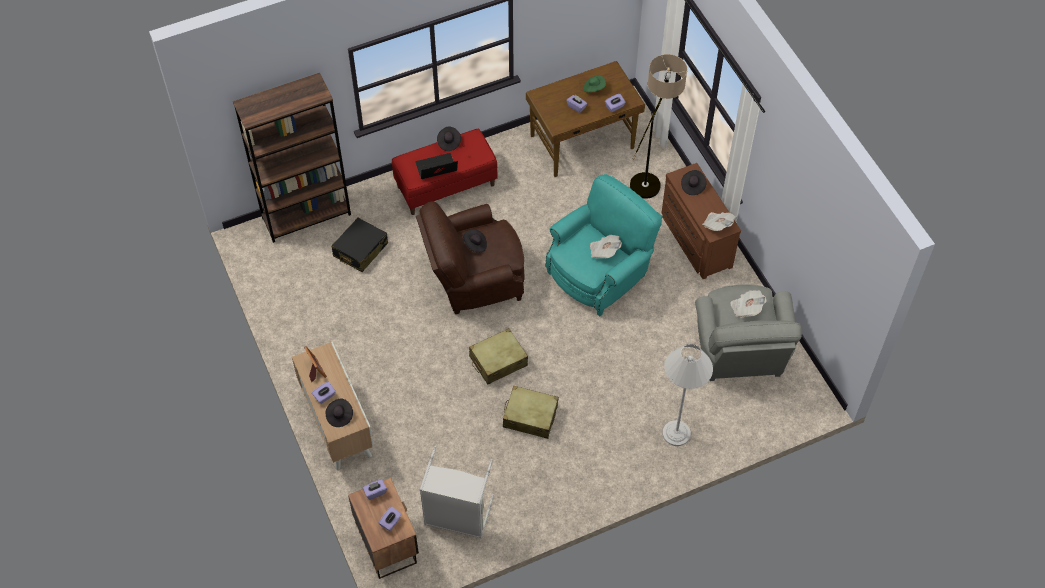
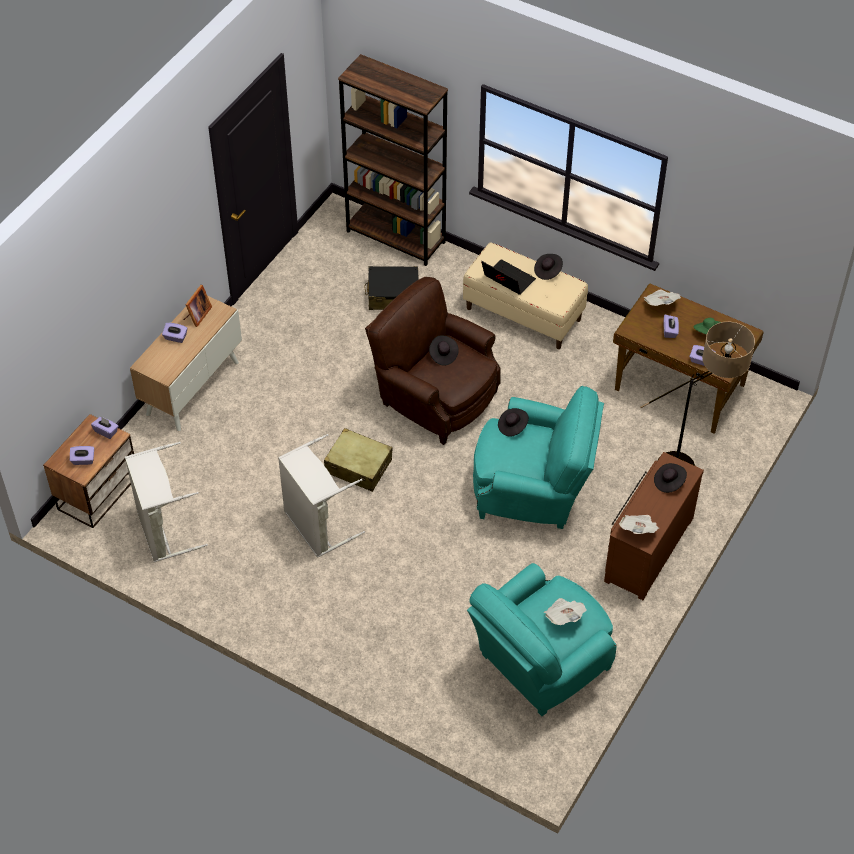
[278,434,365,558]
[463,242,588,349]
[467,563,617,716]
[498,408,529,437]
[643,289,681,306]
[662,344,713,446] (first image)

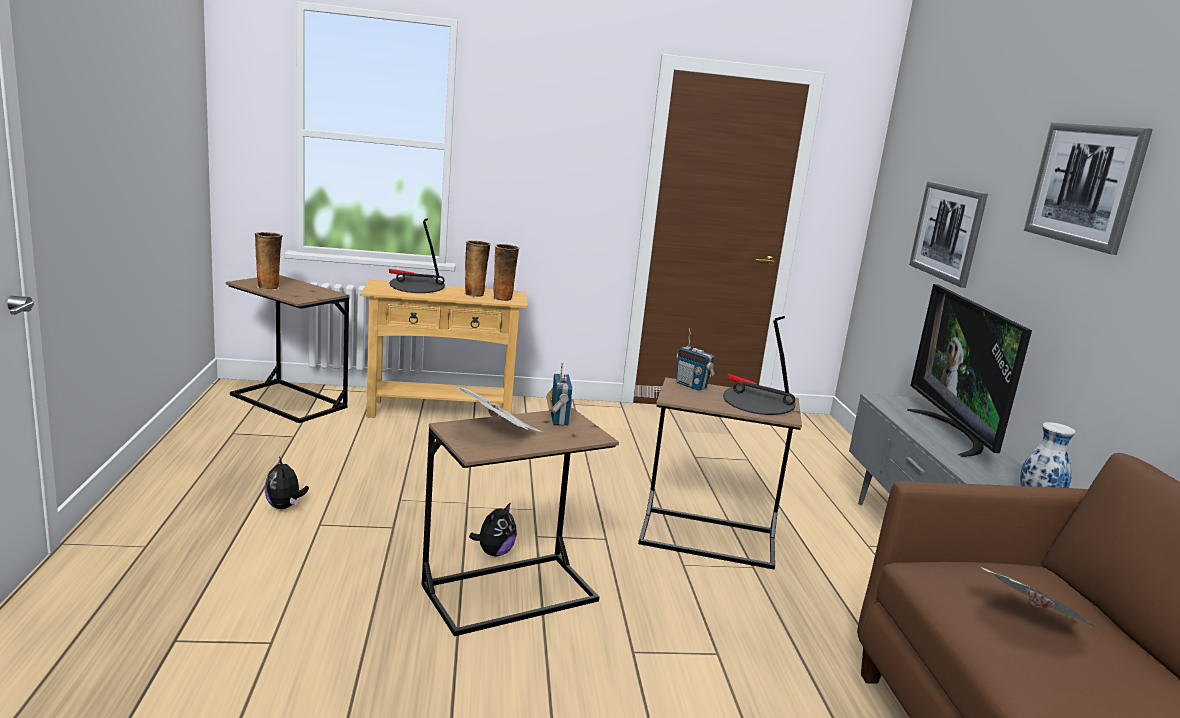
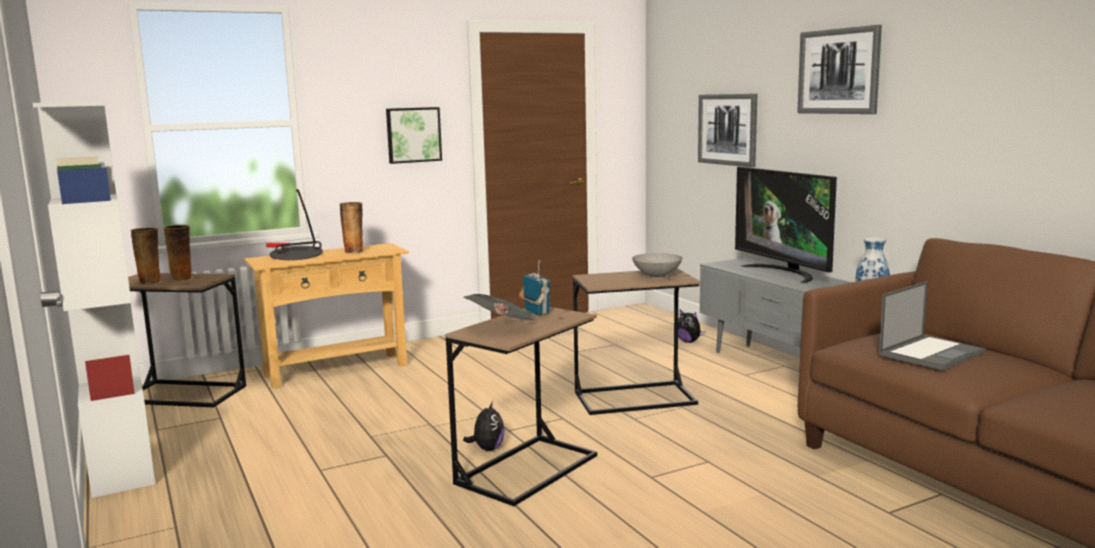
[33,101,155,498]
[163,225,192,281]
[386,107,442,164]
[632,253,682,278]
[678,310,705,343]
[879,281,986,370]
[676,328,715,391] (first image)

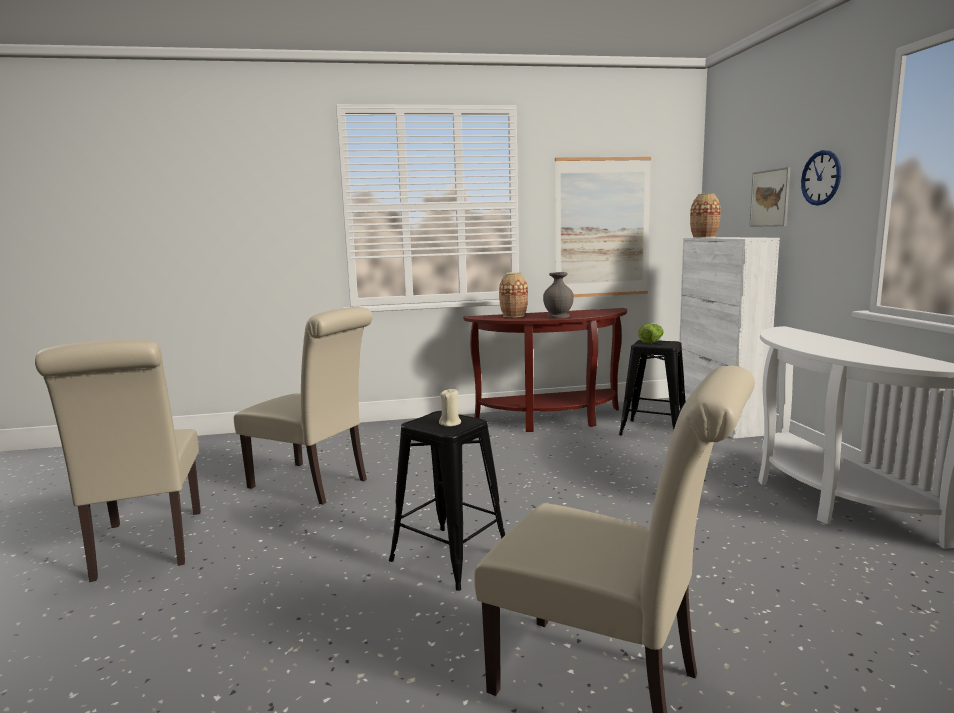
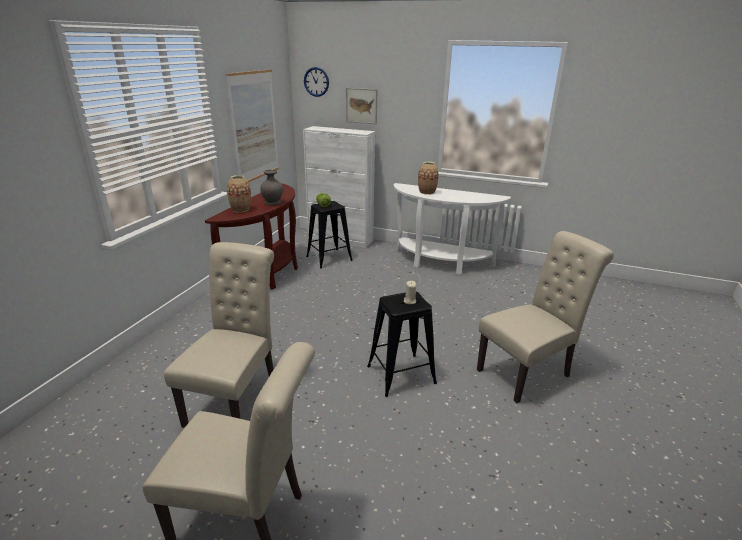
[164,242,274,428]
[304,67,329,97]
[418,162,438,195]

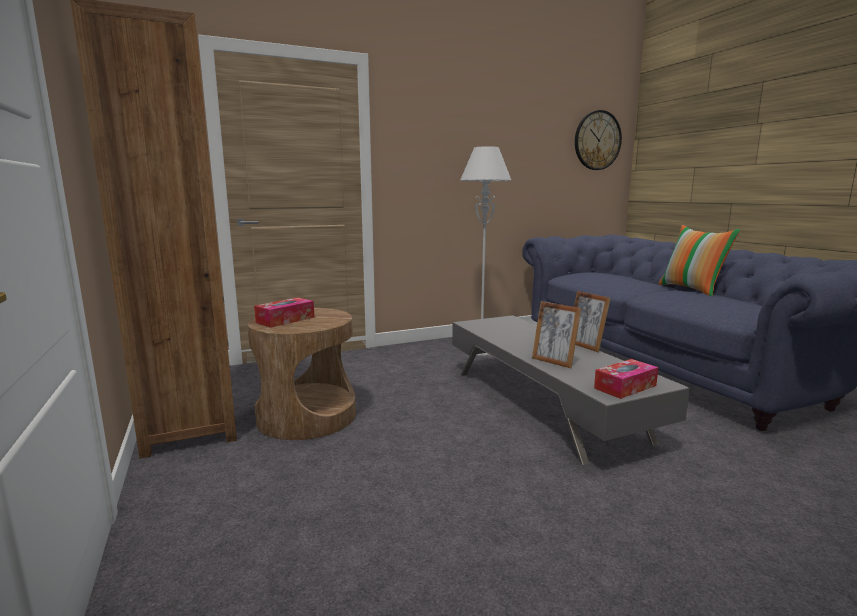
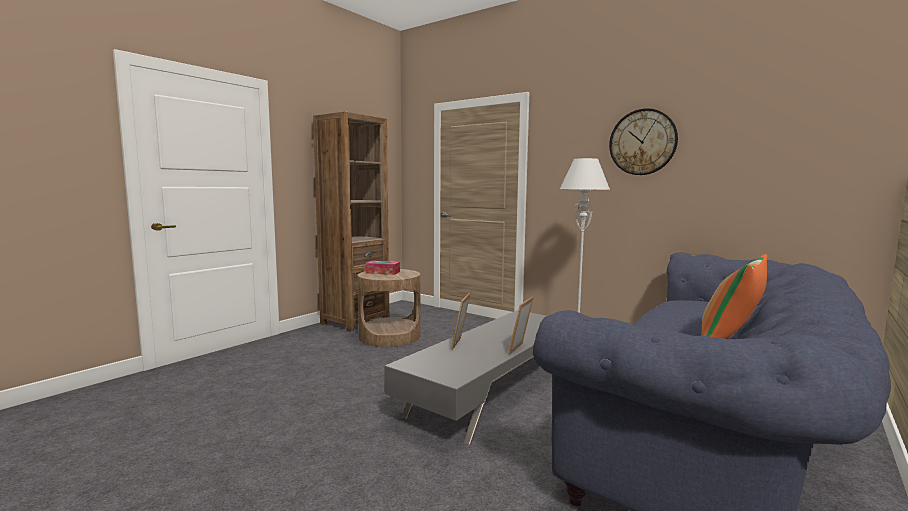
[609,108,678,175]
[594,359,658,399] (first image)

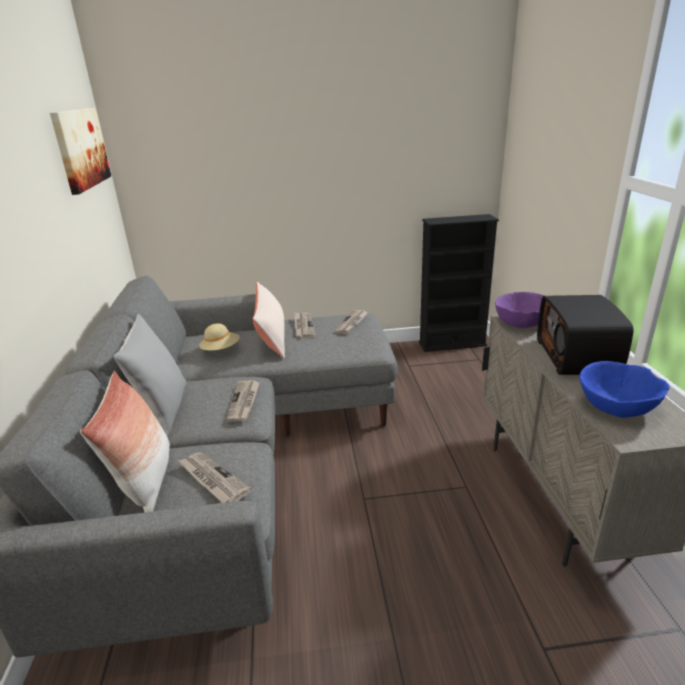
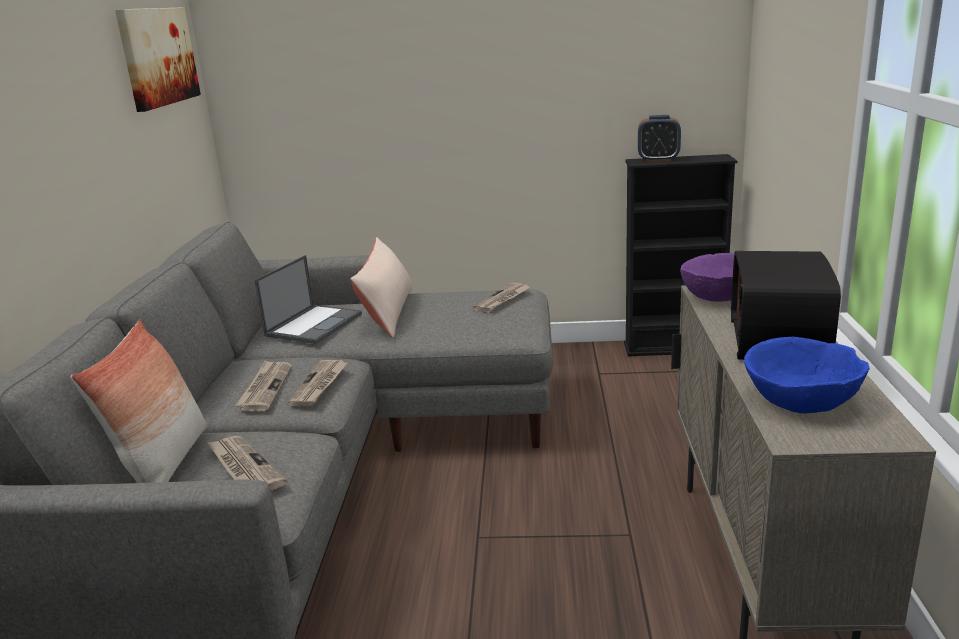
[235,360,292,411]
[255,255,362,344]
[638,115,681,162]
[114,314,187,437] (first image)

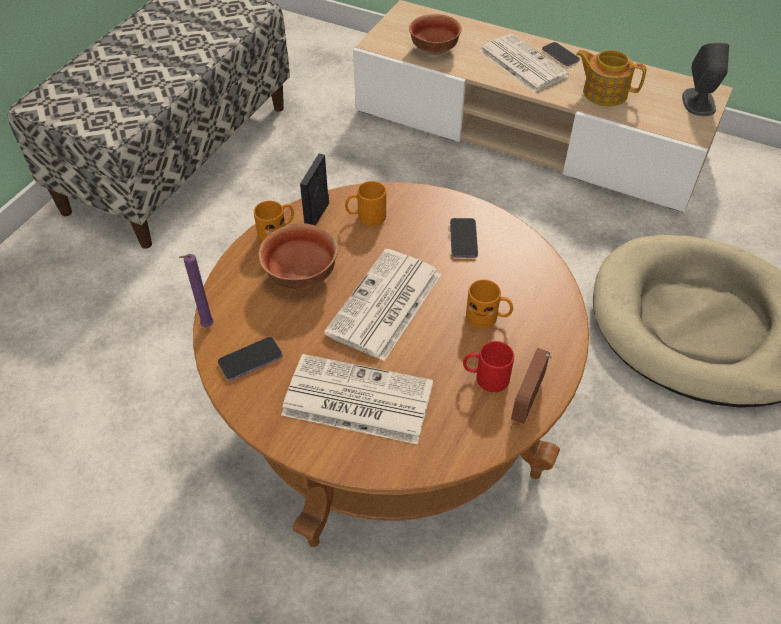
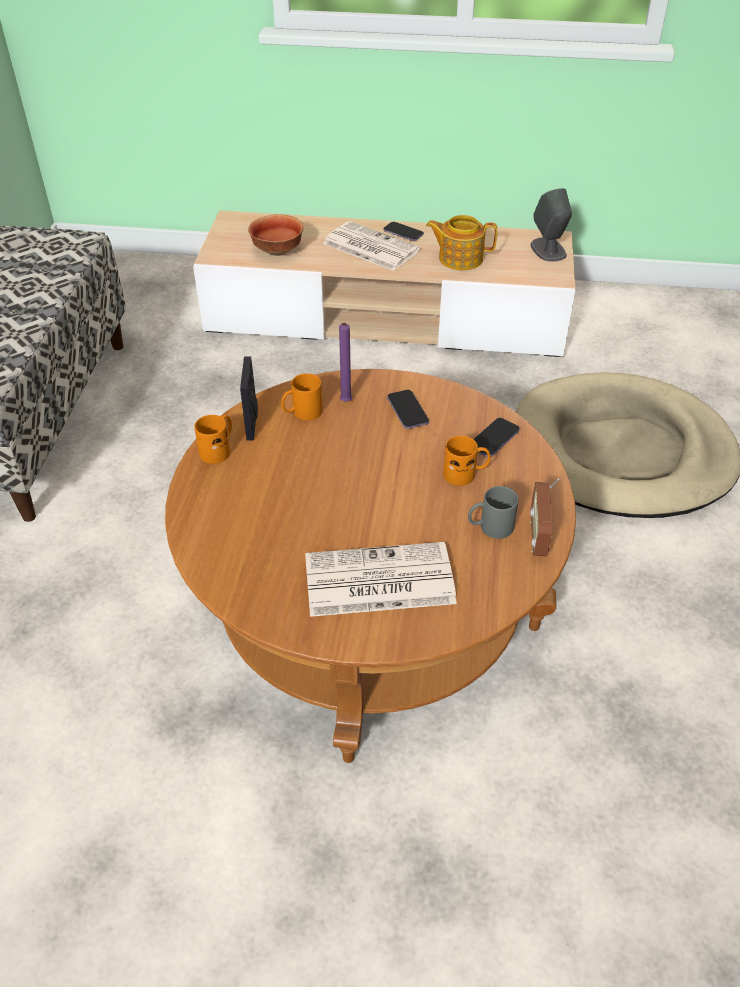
[339,323,352,402]
[468,486,518,539]
[473,418,520,457]
[258,223,338,289] (first image)
[324,249,441,361] (first image)

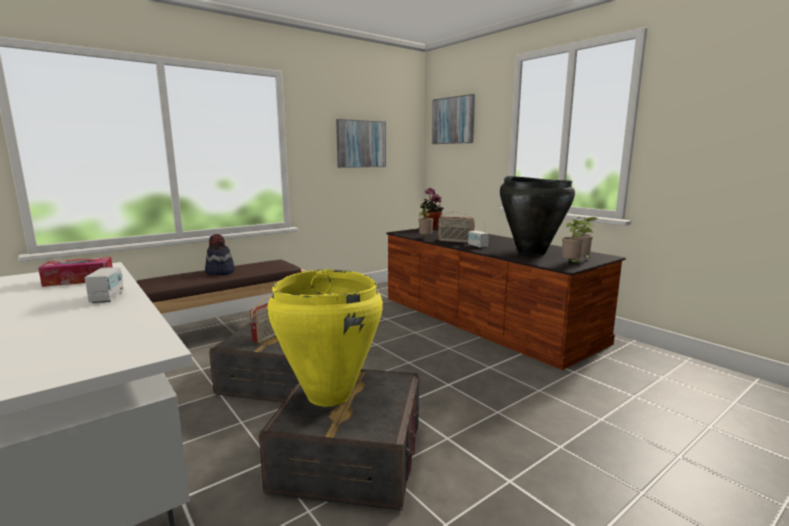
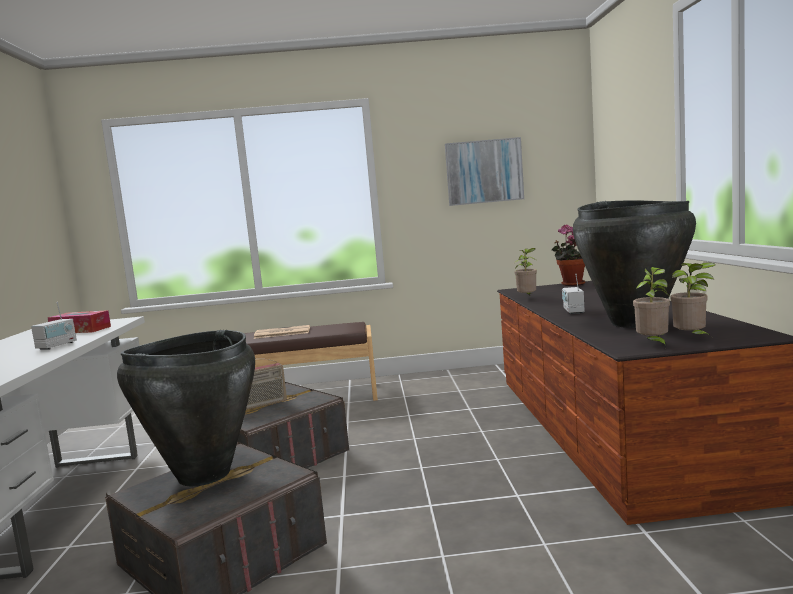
[117,330,255,486]
[254,325,310,339]
[432,94,475,144] (first image)
[438,212,475,243] (first image)

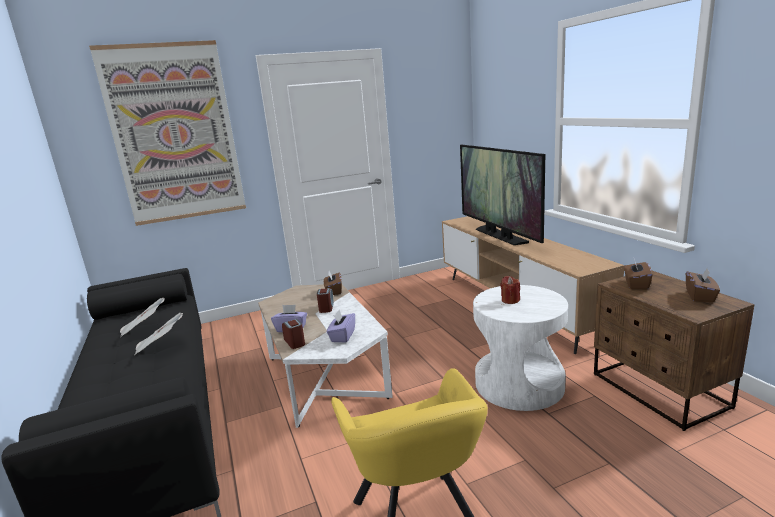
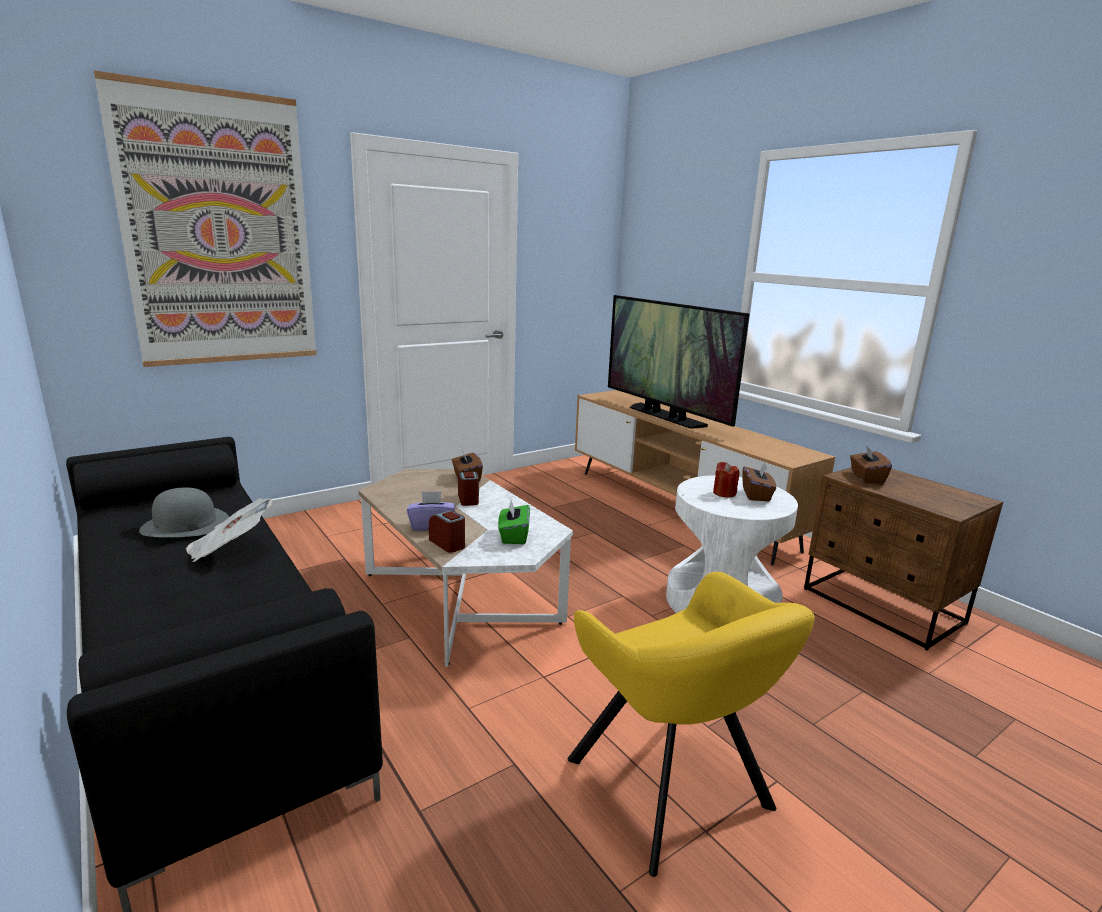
[139,488,229,537]
[498,500,530,544]
[742,462,776,501]

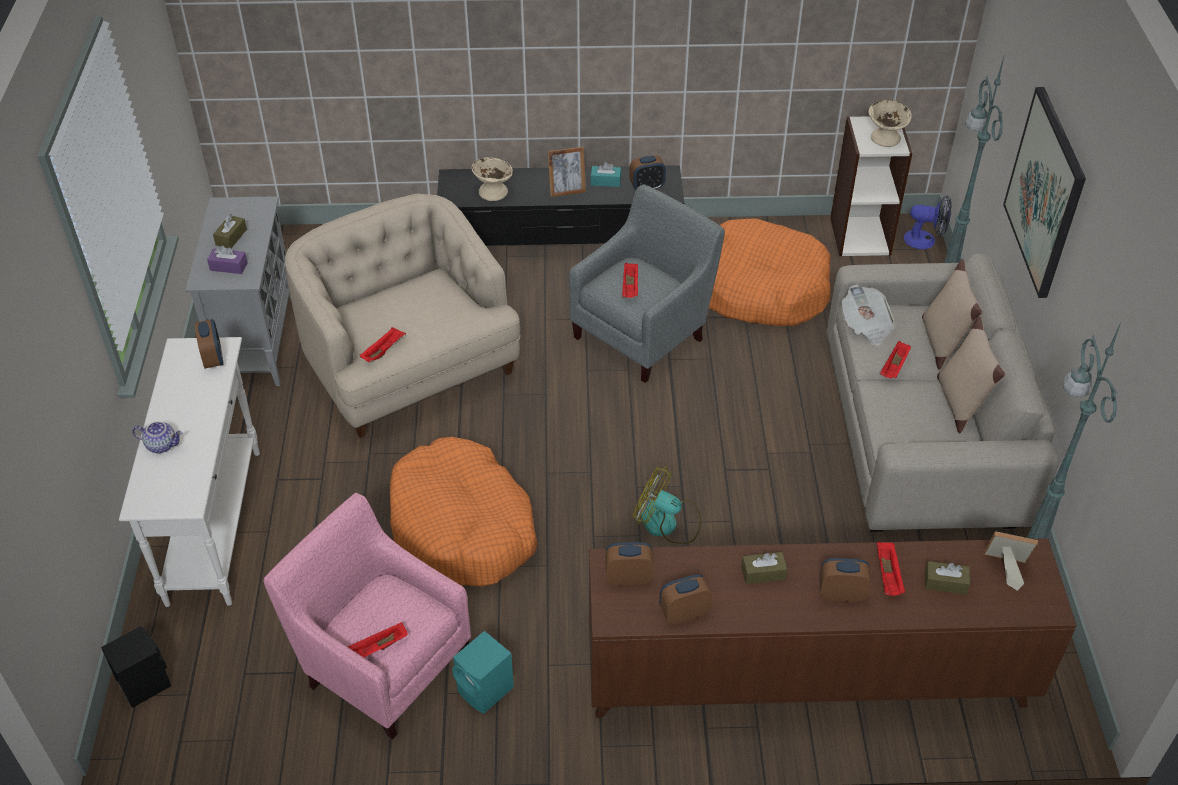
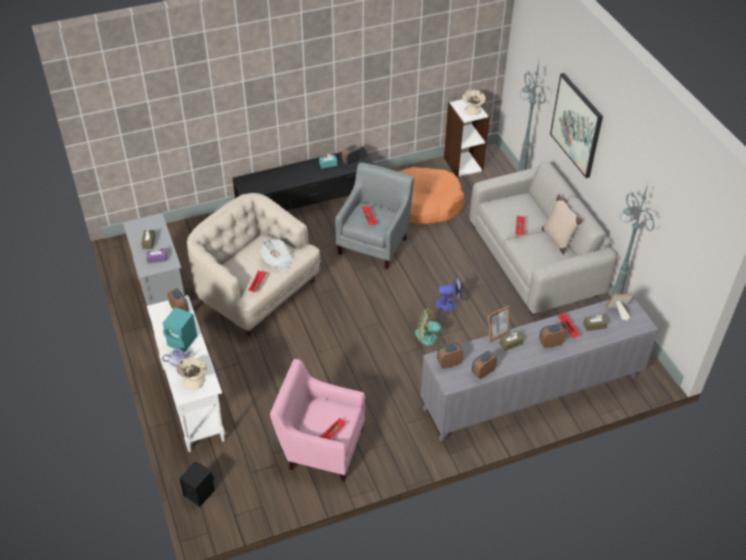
[163,307,197,352]
[176,358,207,390]
[260,239,293,271]
[421,293,658,441]
[436,276,463,311]
[488,305,510,342]
[390,437,538,587] (first image)
[922,259,983,370] (first image)

